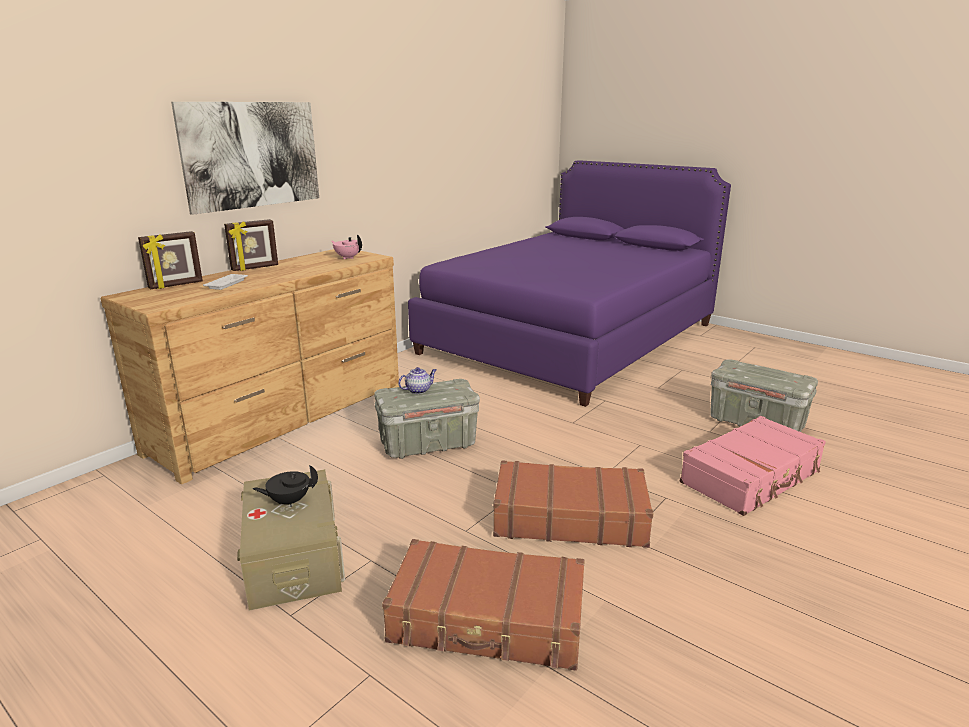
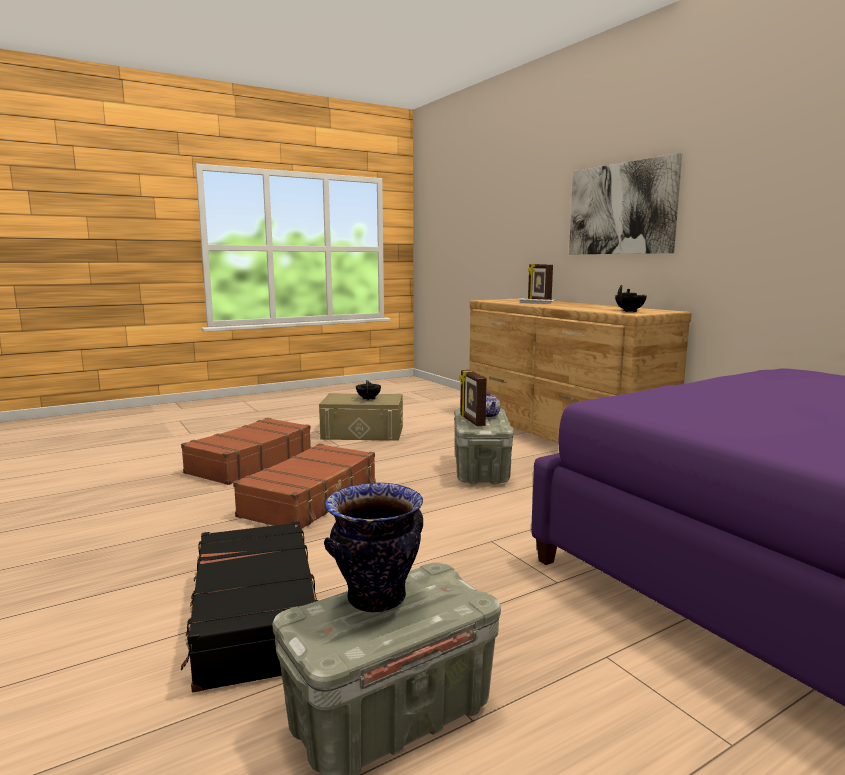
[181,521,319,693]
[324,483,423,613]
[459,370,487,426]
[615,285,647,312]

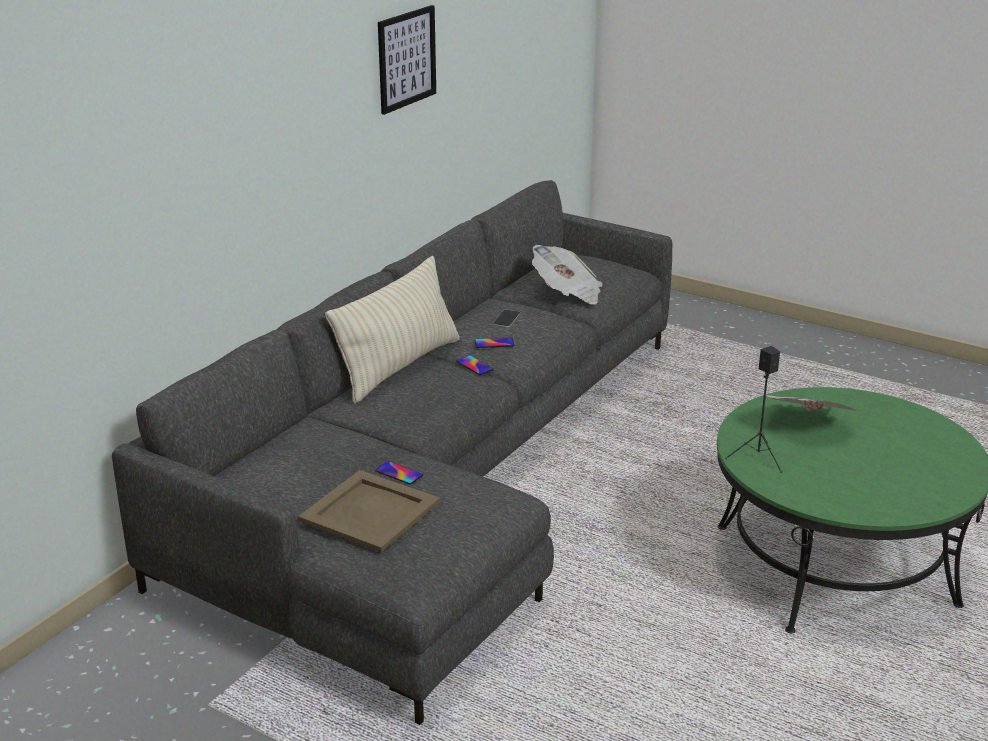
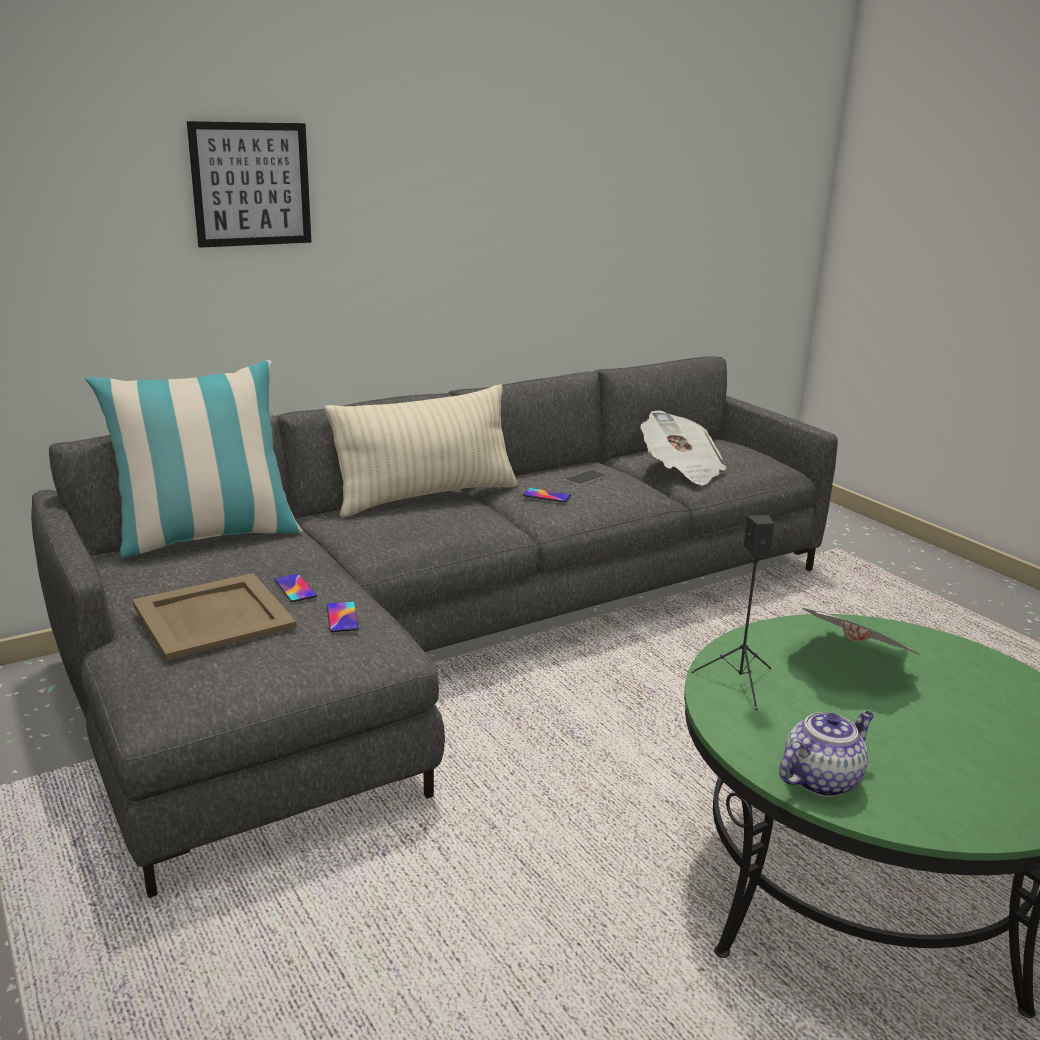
[85,360,303,558]
[187,121,312,248]
[327,601,359,632]
[779,711,874,797]

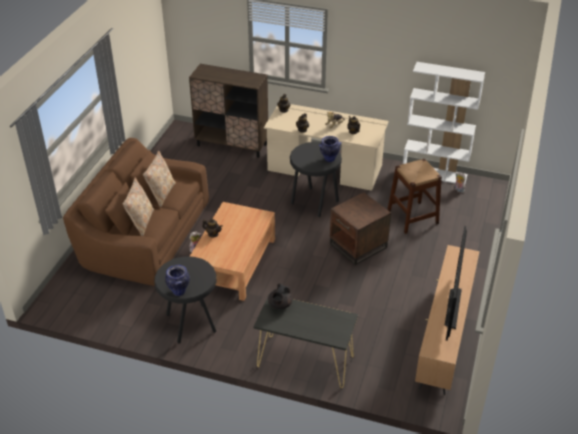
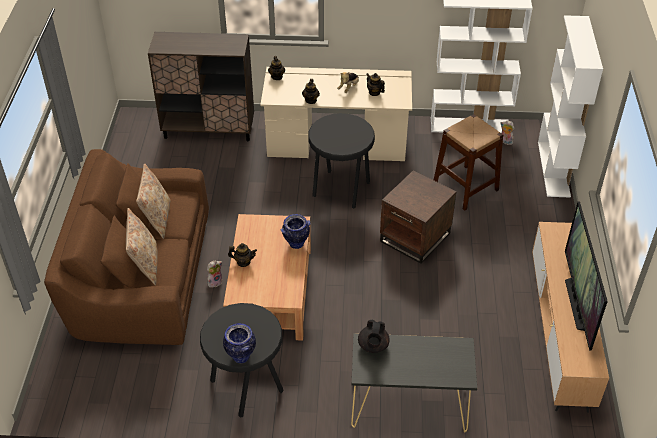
[281,214,311,249]
[538,15,603,198]

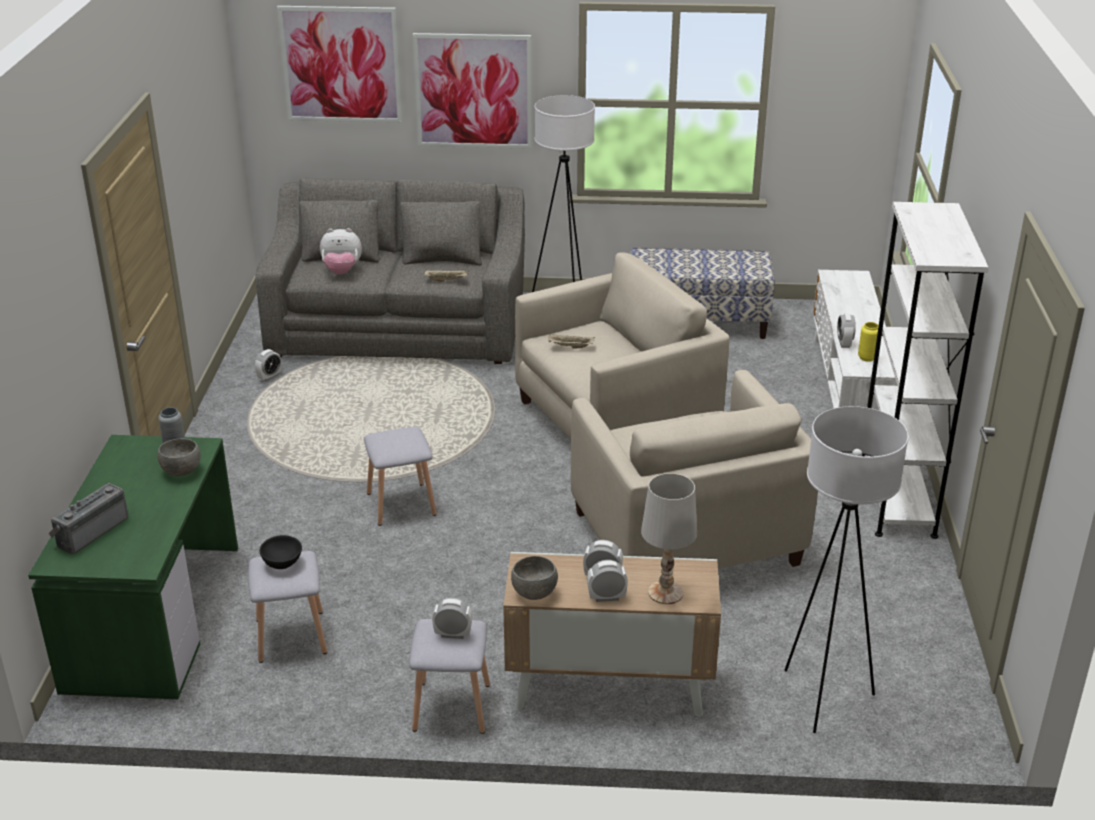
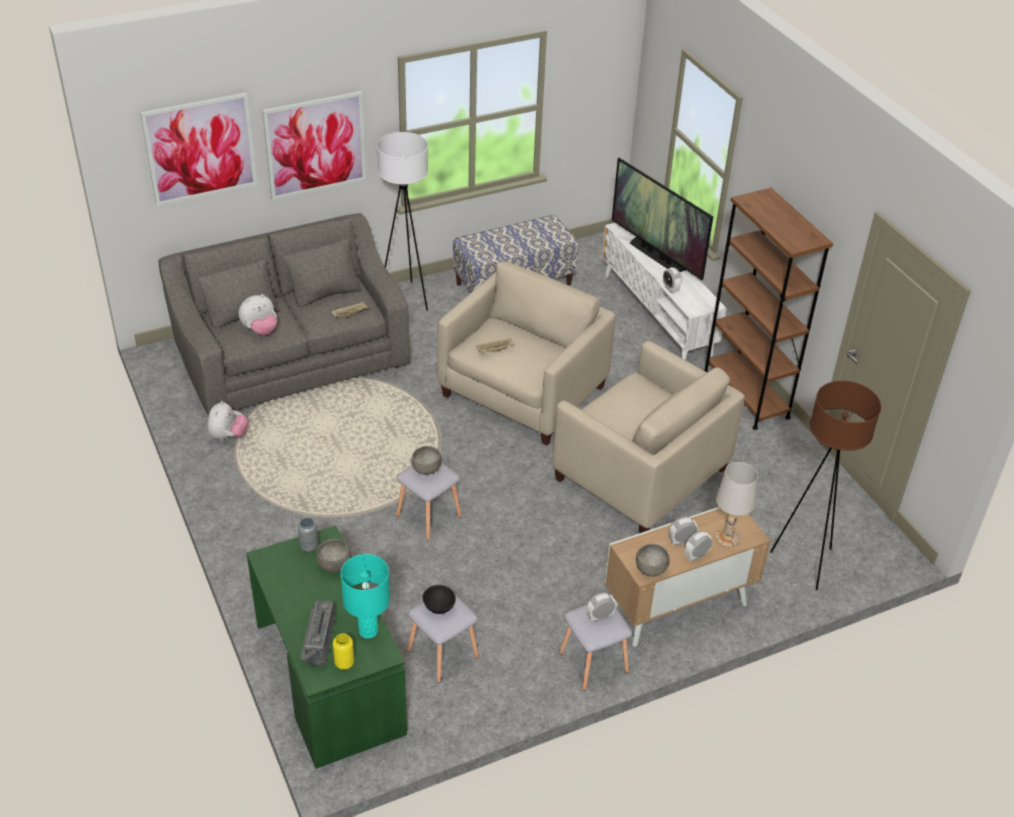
[207,401,248,441]
[333,633,354,670]
[341,554,390,639]
[411,446,442,475]
[612,158,713,280]
[704,188,833,430]
[770,381,881,590]

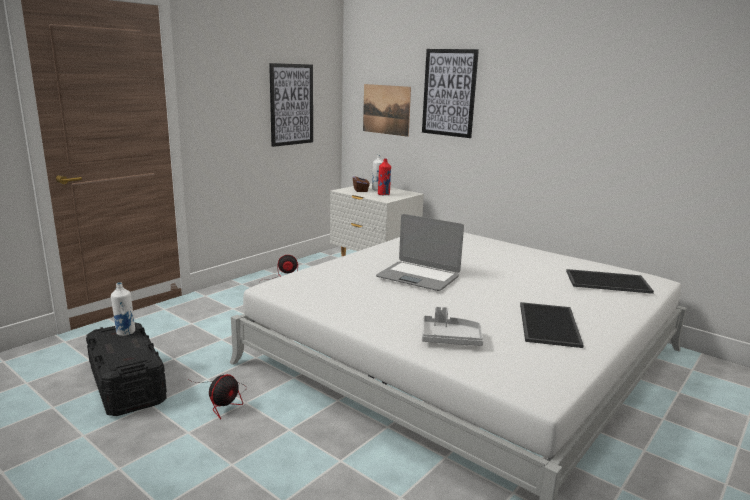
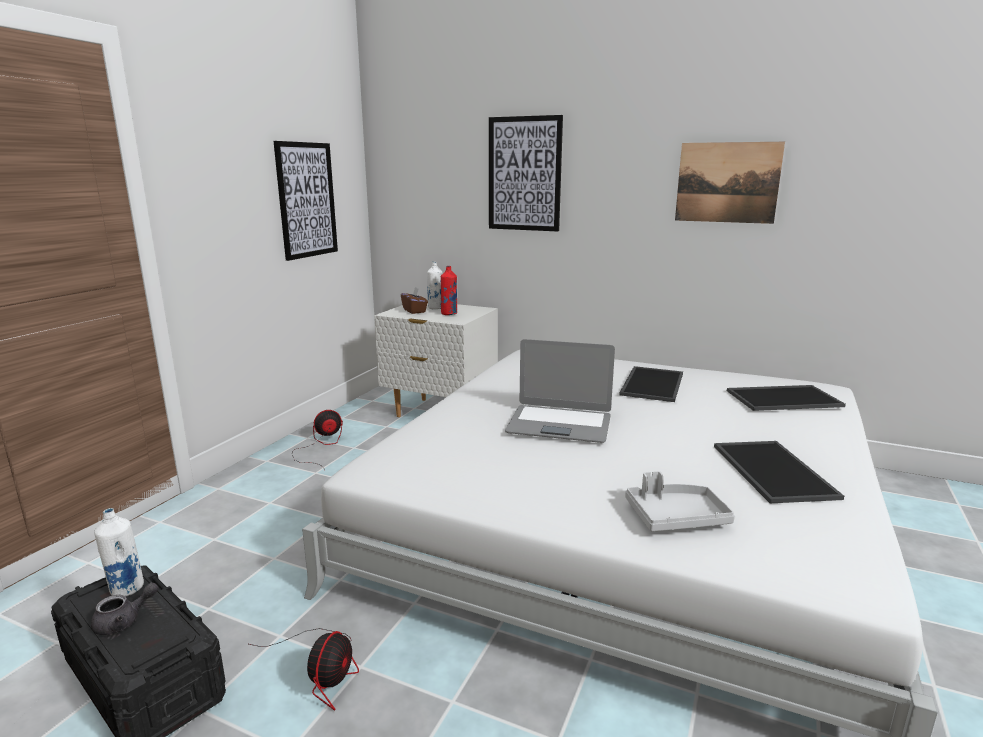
[91,583,159,635]
[619,366,683,402]
[675,142,785,224]

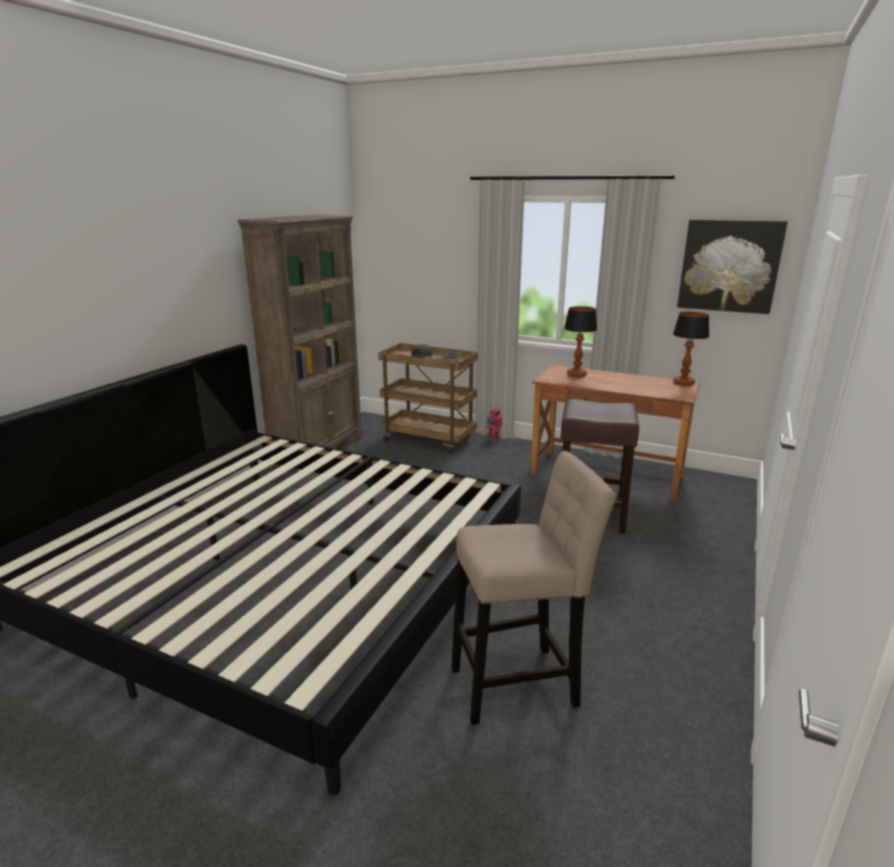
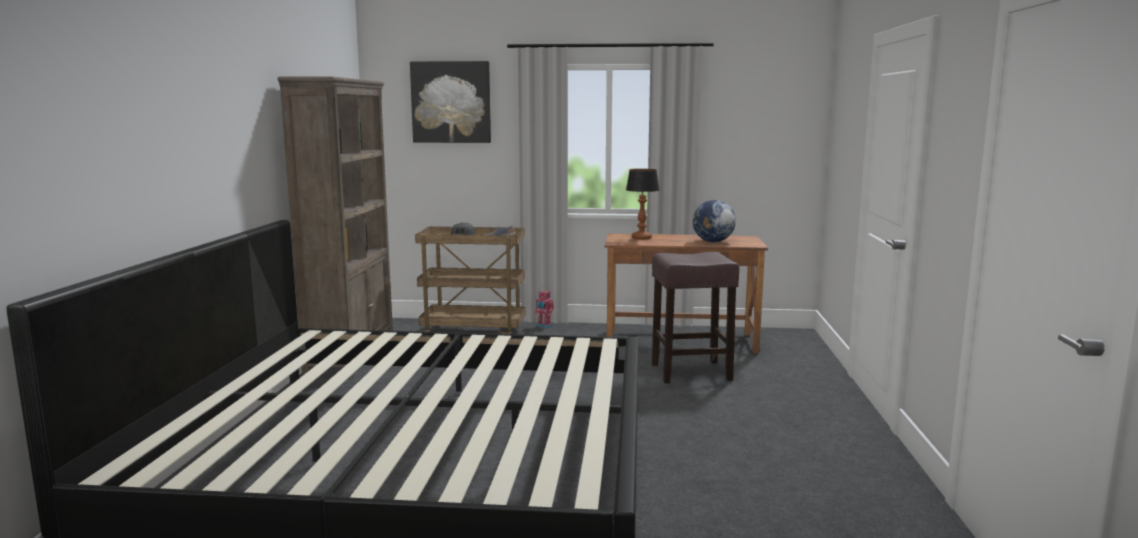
[410,61,491,143]
[692,200,736,242]
[451,451,616,725] (first image)
[673,312,709,386] (first image)

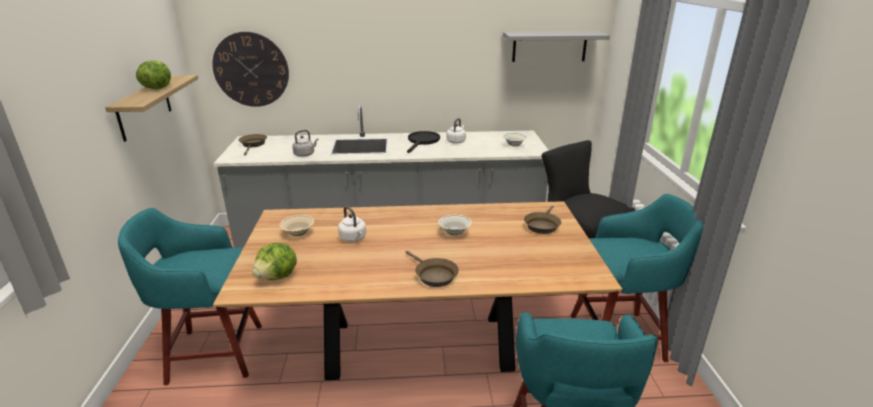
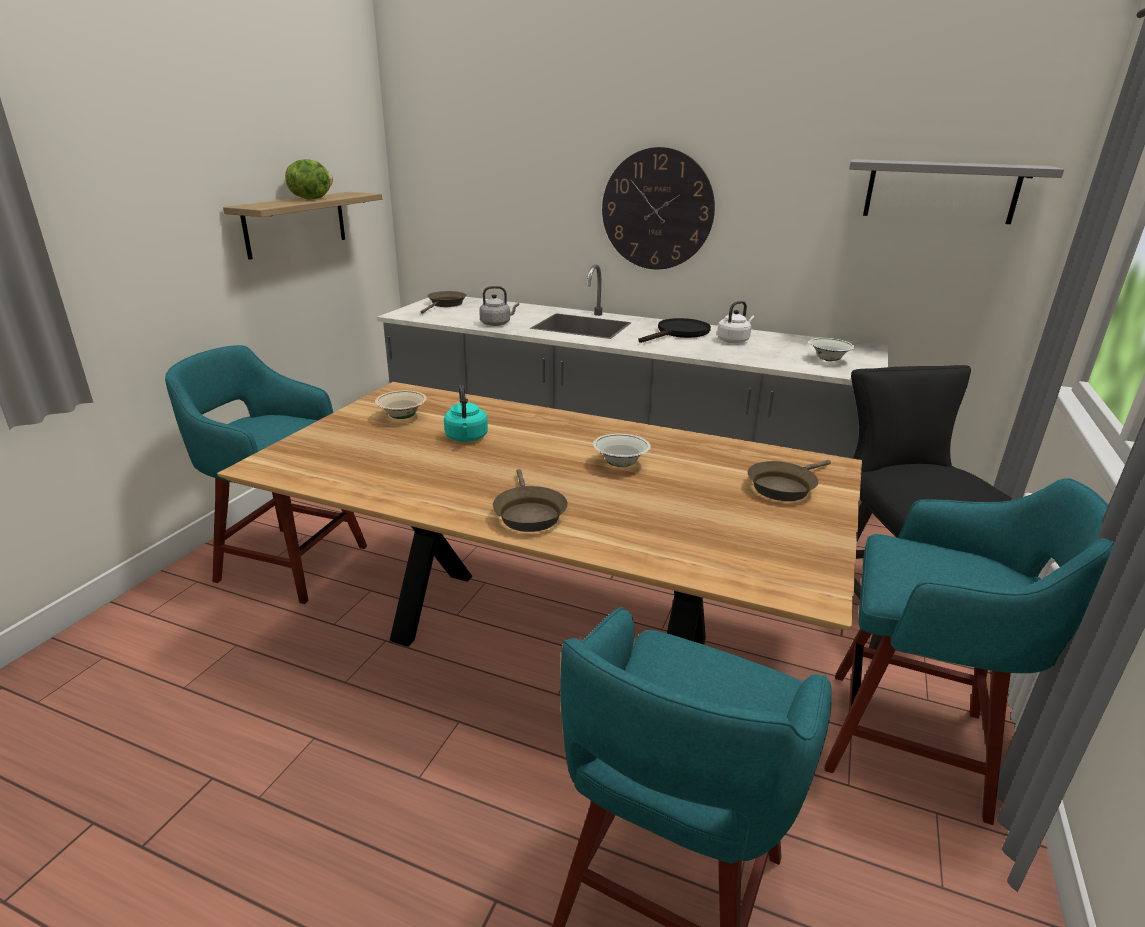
[444,385,488,442]
[602,147,715,269]
[252,243,297,280] (first image)

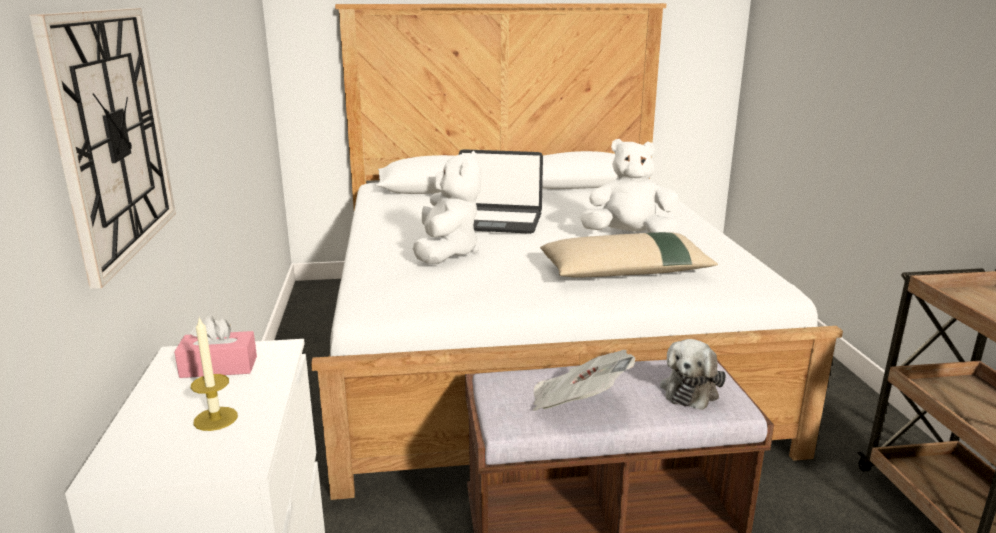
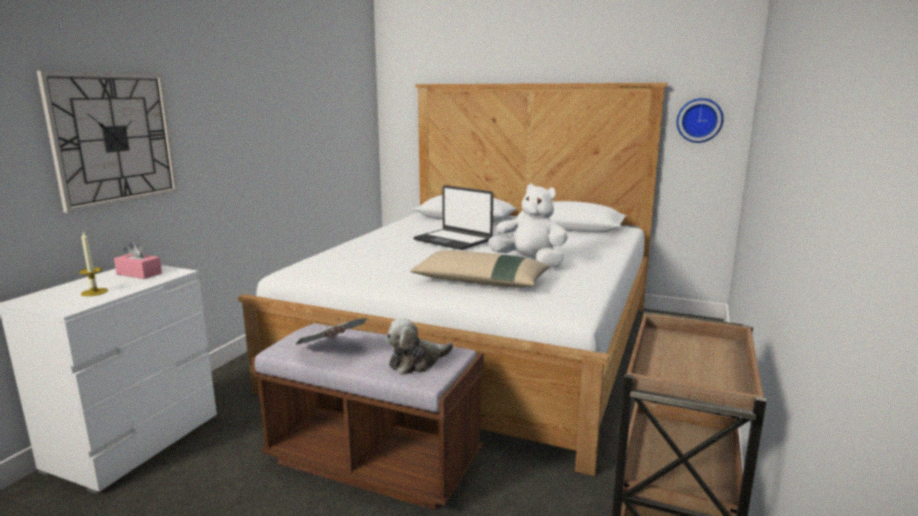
[677,98,724,143]
[413,151,481,264] (first image)

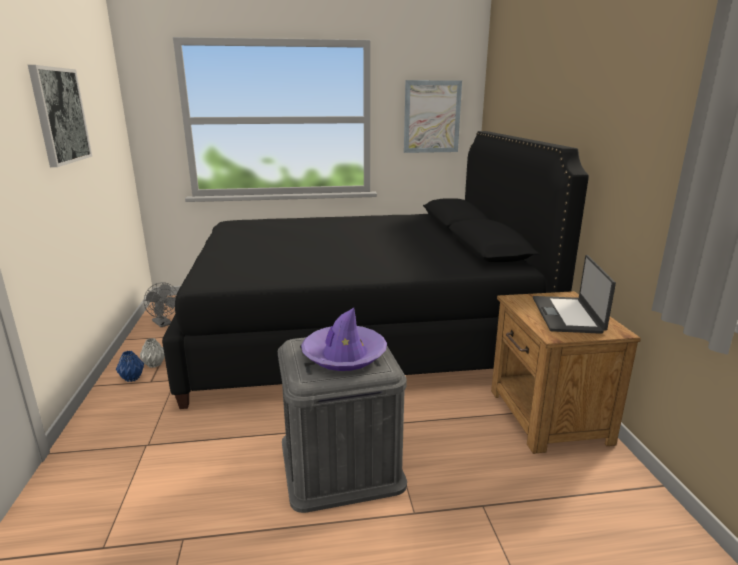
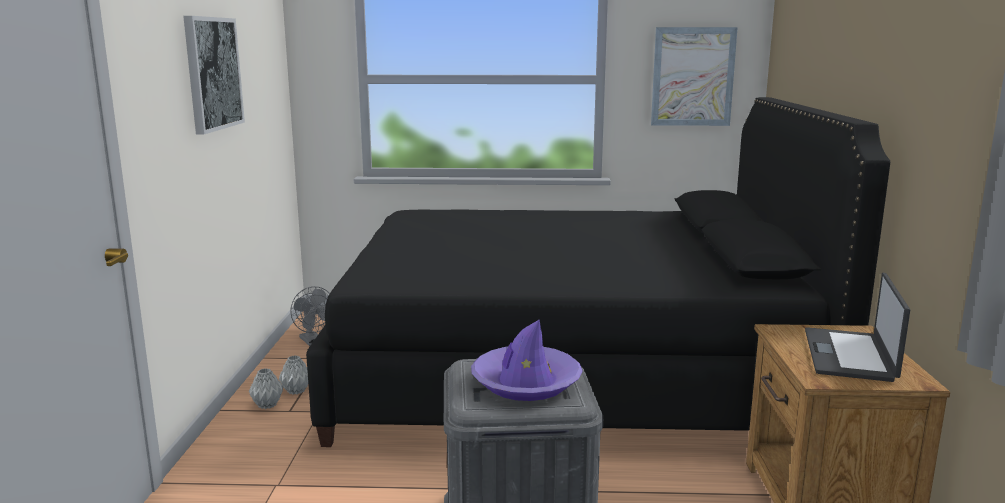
[249,368,283,409]

